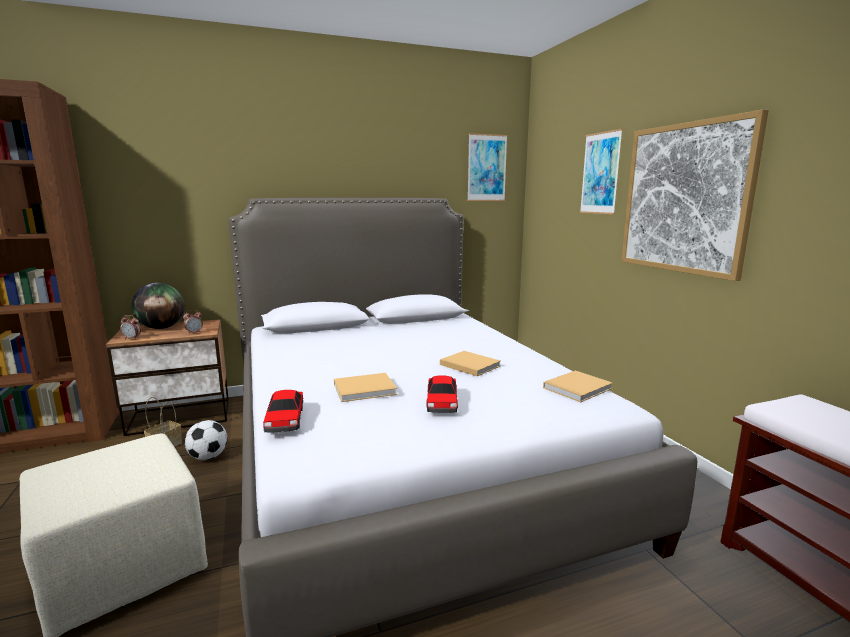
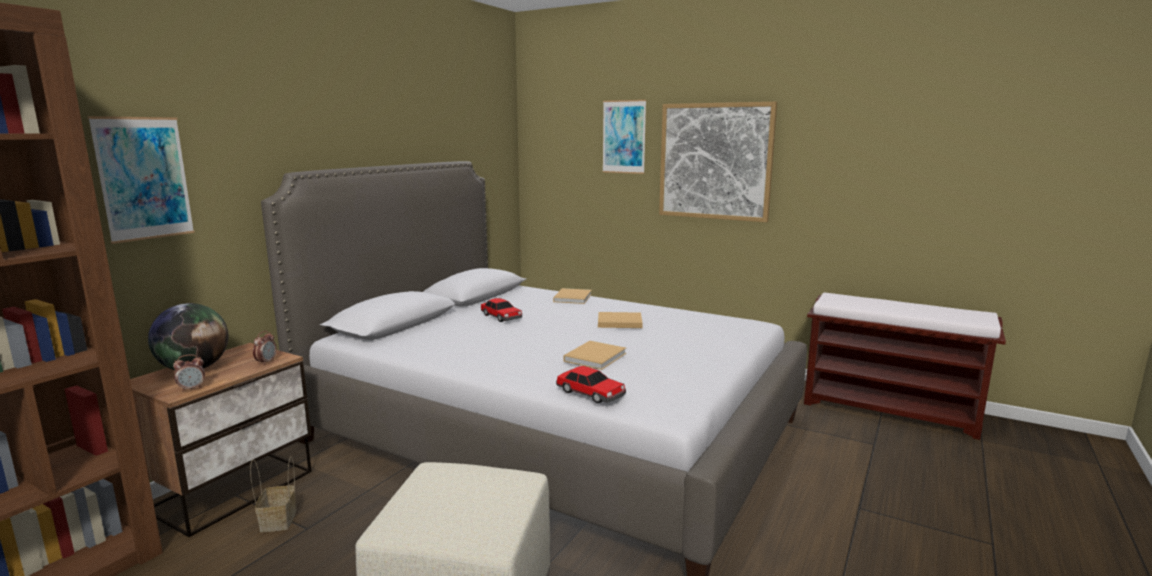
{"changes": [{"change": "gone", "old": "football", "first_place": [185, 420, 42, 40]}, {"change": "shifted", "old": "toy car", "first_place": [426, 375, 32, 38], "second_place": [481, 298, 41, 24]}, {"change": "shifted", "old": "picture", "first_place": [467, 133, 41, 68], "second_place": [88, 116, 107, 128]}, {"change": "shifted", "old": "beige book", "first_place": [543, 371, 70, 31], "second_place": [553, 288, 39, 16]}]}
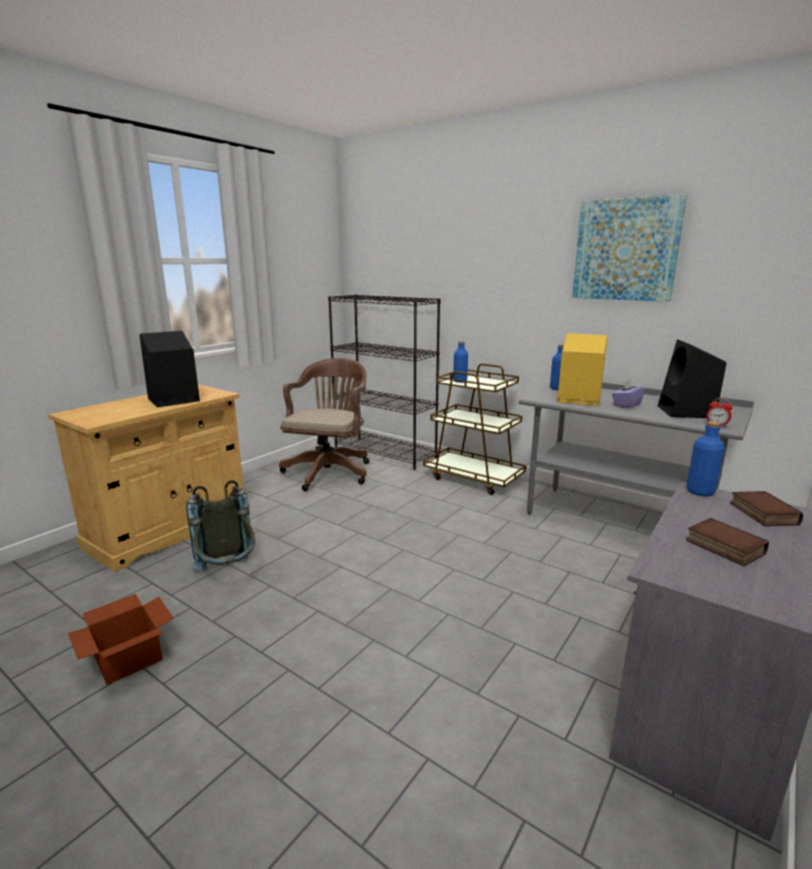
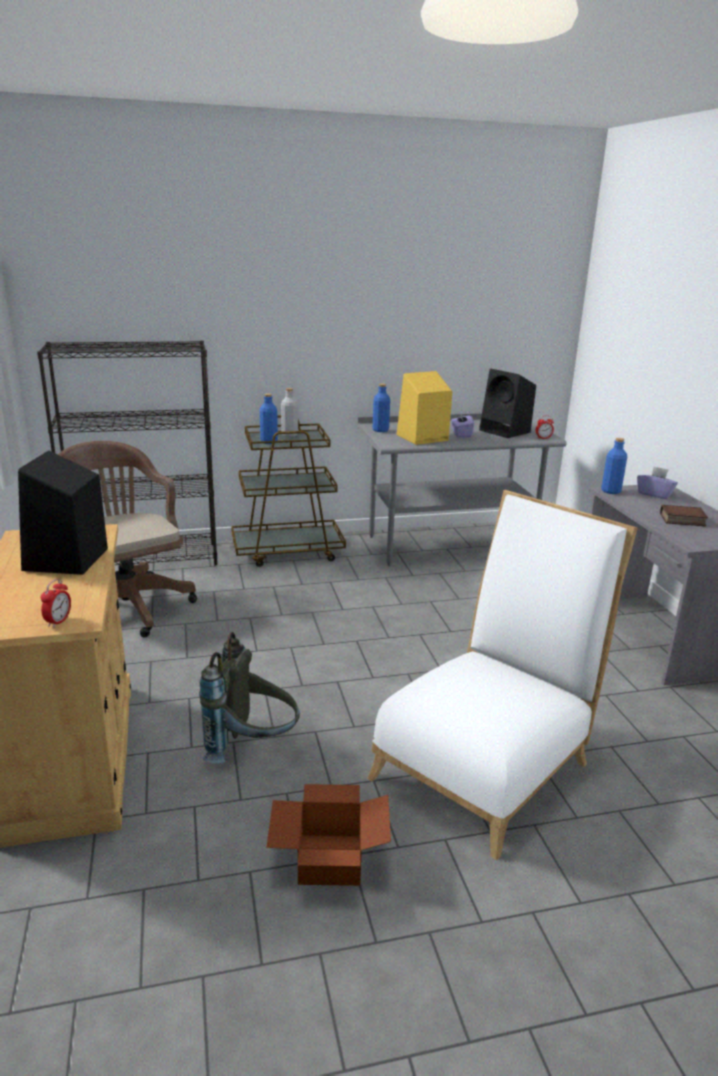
{"changes": [{"change": "gone", "old": "picture", "first_place": [572, 194, 115, 108]}, {"change": "swapped", "old": "book", "new": "purple tissue box", "first_place": [730, 491, 73, 35], "second_place": [637, 466, 41, 33]}, {"change": "new", "new": "alarm clock", "second_place": [41, 579, 30, 49]}, {"change": "new", "new": "grey bottle", "second_place": [281, 388, 17, 49]}, {"change": "new", "new": "white chair", "second_place": [367, 490, 271, 370]}]}
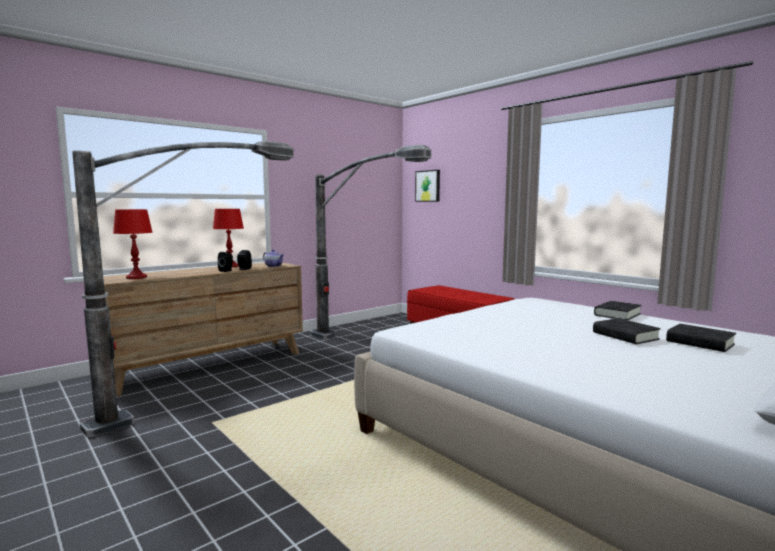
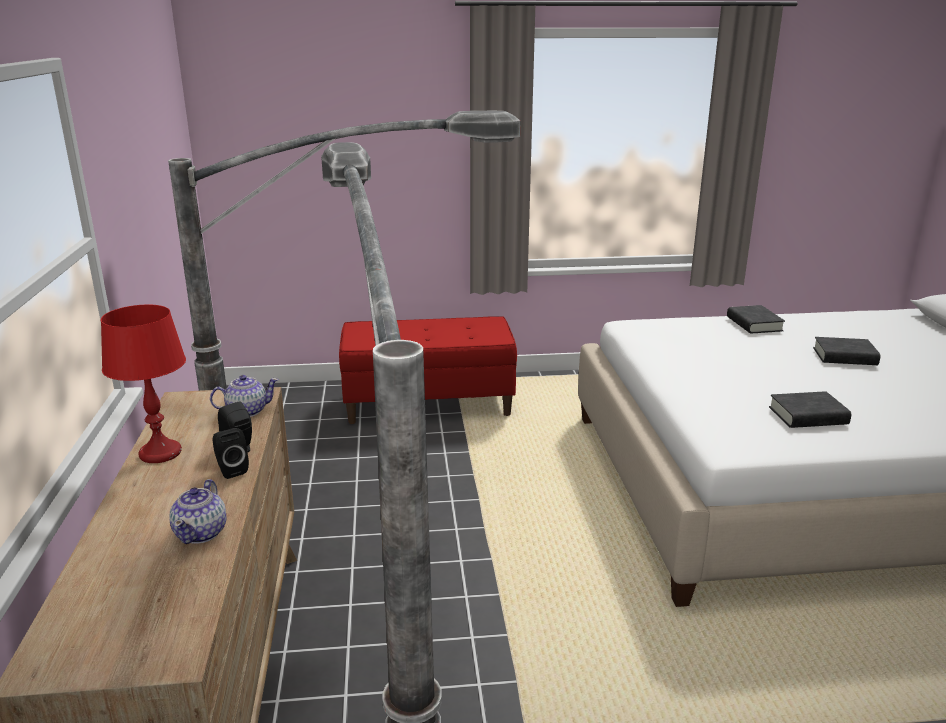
{"changes": [{"change": "gone", "old": "red table lamp", "first_place": [113, 209, 40, 70]}, {"change": "gone", "old": "picture", "first_place": [415, 170, 25, 32]}, {"change": "shifted", "old": "black book", "first_place": [666, 324, 70, 28], "second_place": [769, 391, 82, 37]}, {"change": "new", "new": "teapot", "second_place": [170, 479, 56, 65]}]}
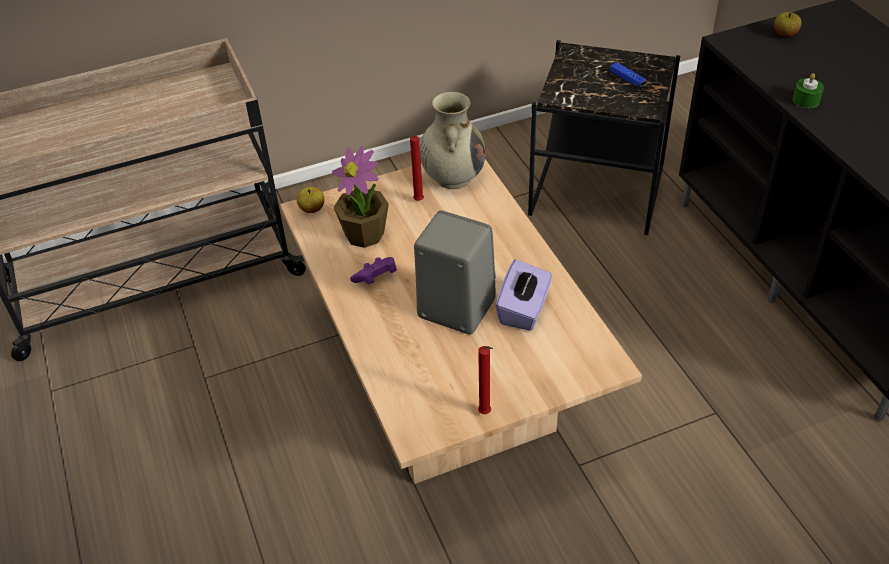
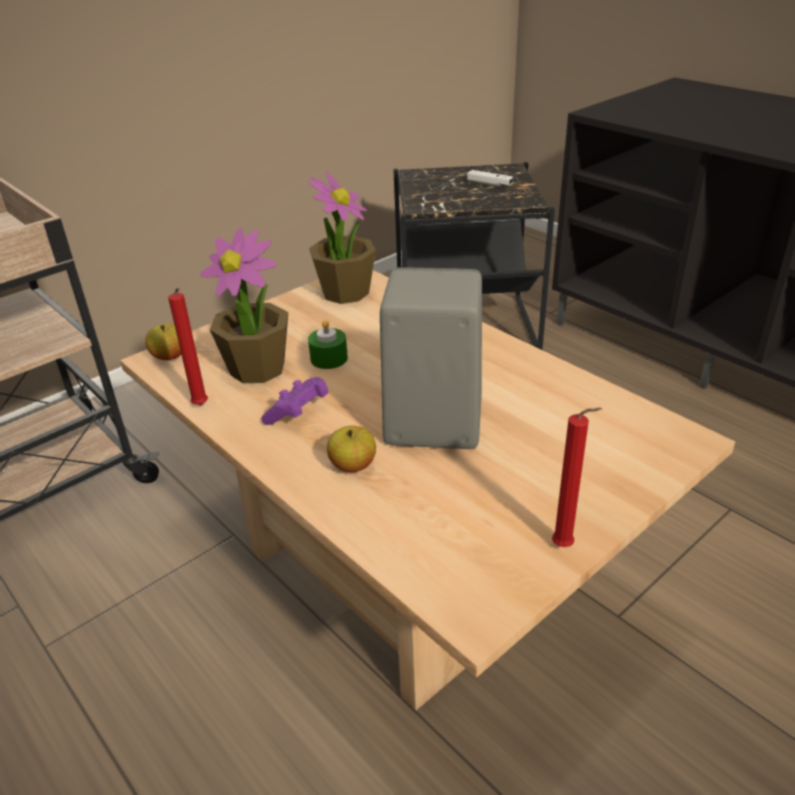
{"changes": [{"change": "shifted", "old": "red candle", "first_place": [410, 135, 14, 66], "second_place": [168, 288, 40, 118]}, {"change": "swapped", "old": "beige vase", "new": "potted plant", "first_place": [420, 92, 66, 97], "second_place": [309, 172, 67, 132]}, {"change": "gone", "old": "purple tissue box", "first_place": [495, 259, 57, 72]}, {"change": "repainted", "old": "blue game controller", "new": "white game controller", "first_place": [610, 62, 37, 25], "second_place": [467, 170, 46, 16]}, {"change": "shifted", "old": "apple", "first_place": [774, 12, 28, 25], "second_place": [327, 426, 49, 46]}, {"change": "shifted", "old": "green candle", "first_place": [792, 73, 32, 35], "second_place": [308, 319, 40, 50]}]}
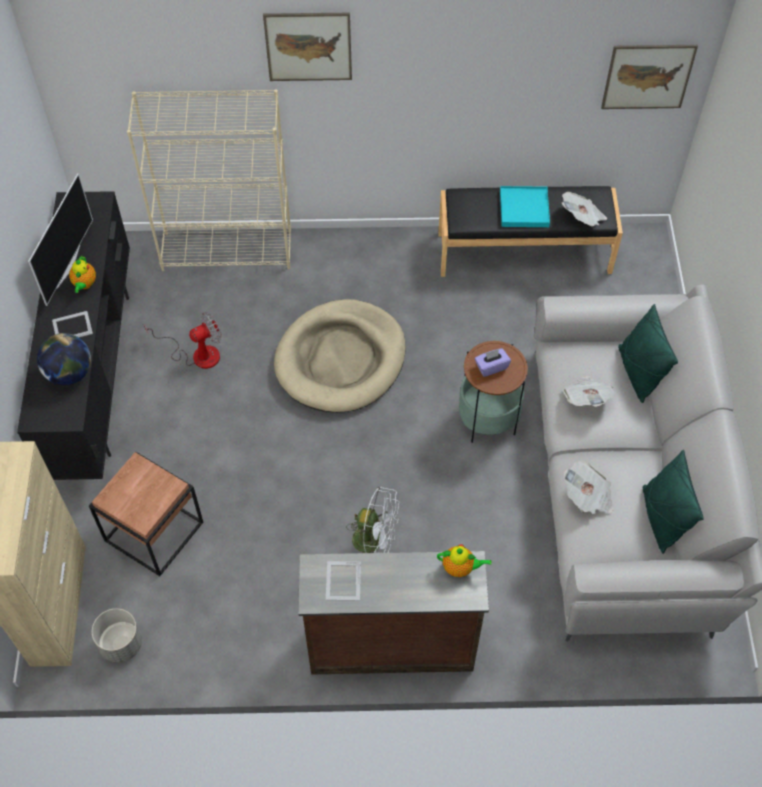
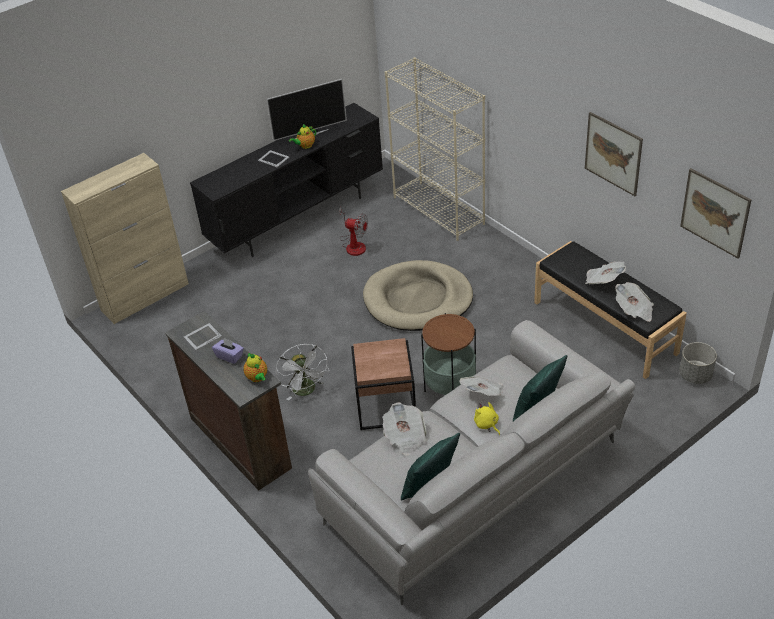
{"changes": [{"change": "gone", "old": "globe", "first_place": [37, 333, 54, 52]}, {"change": "shifted", "old": "brown side table", "first_place": [89, 452, 114, 124], "second_place": [351, 338, 65, 92]}, {"change": "shifted", "old": "grey planter", "first_place": [92, 608, 50, 55], "second_place": [679, 342, 38, 42]}, {"change": "shifted", "old": "picture", "first_place": [263, 13, 89, 68], "second_place": [585, 112, 58, 84]}, {"change": "shifted", "old": "purple tissue box", "first_place": [475, 348, 36, 29], "second_place": [212, 338, 32, 26]}, {"change": "swapped", "old": "turquoise tray", "new": "newspaper", "first_place": [500, 186, 50, 41], "second_place": [585, 262, 41, 22]}, {"change": "new", "new": "yellow plush toy", "second_place": [474, 402, 26, 33]}]}
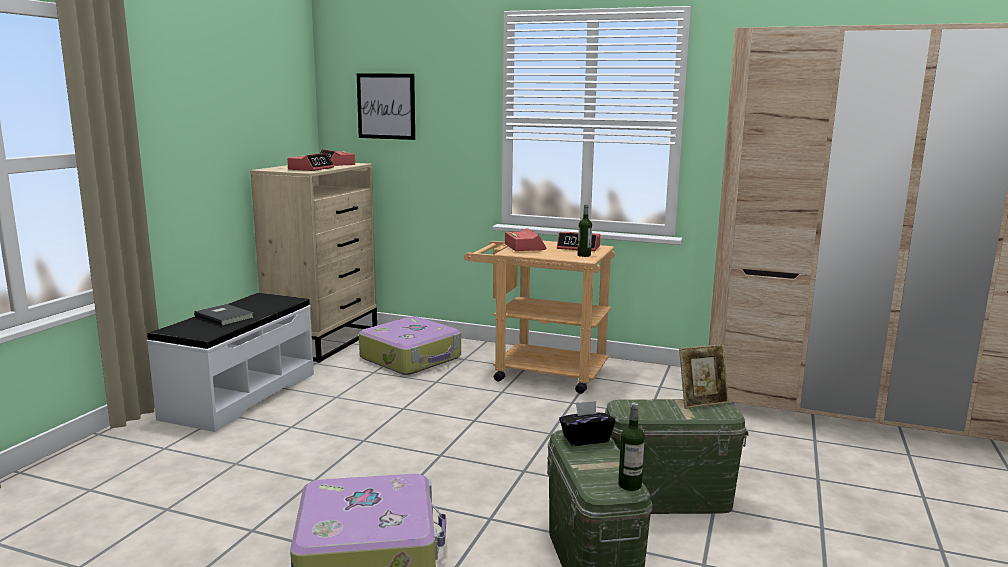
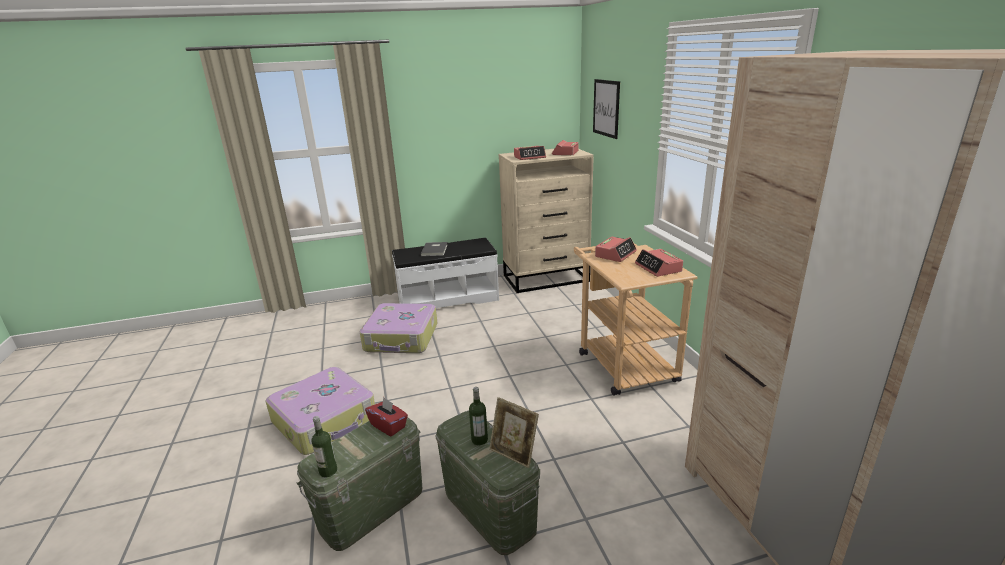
{"changes": [{"change": "shifted", "old": "suitcase", "first_place": [359, 316, 102, 59], "second_place": [360, 303, 77, 50]}, {"change": "repainted", "old": "black tissue box", "new": "red tissue box", "first_place": [559, 401, 56, 45], "second_place": [365, 397, 43, 39]}, {"change": "shifted", "old": "bottle", "first_place": [578, 205, 14, 52], "second_place": [469, 387, 19, 58]}]}
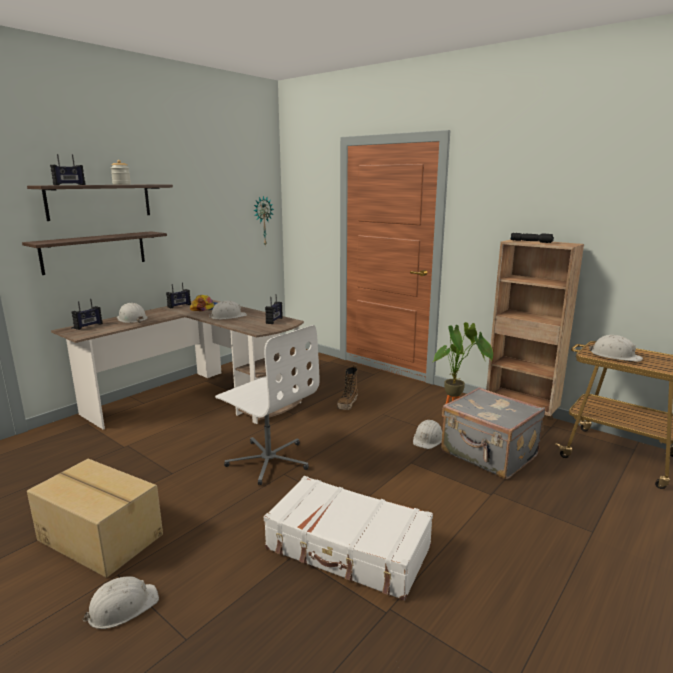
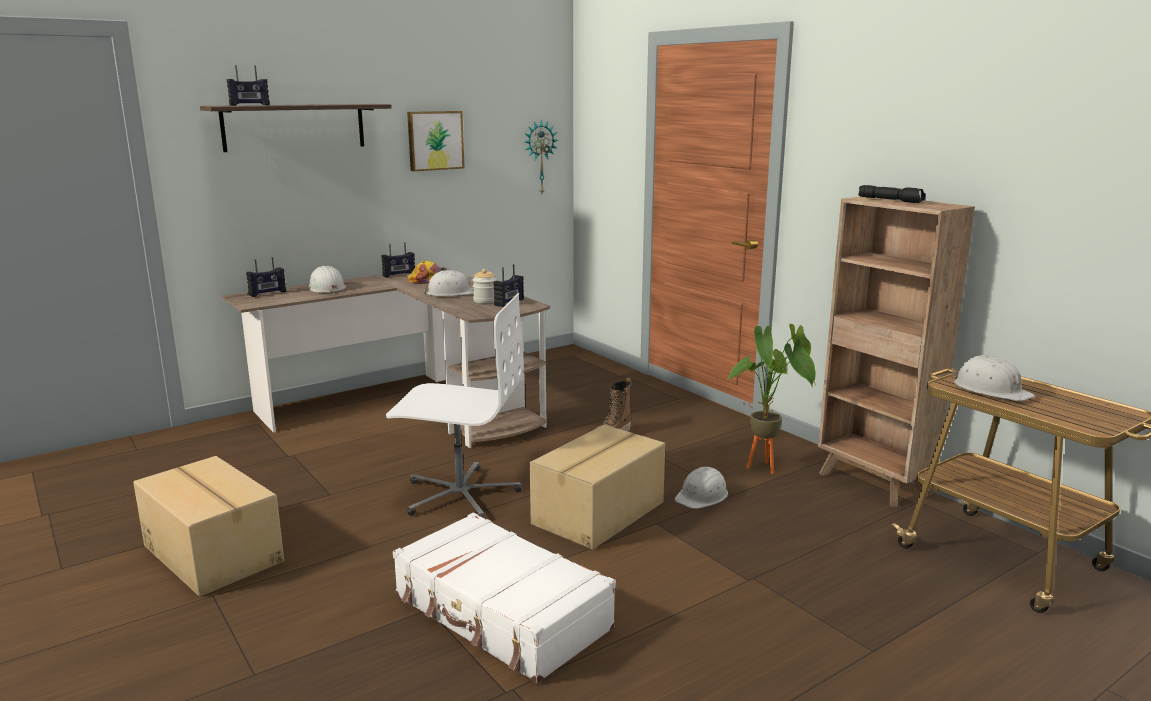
{"changes": [{"change": "gone", "old": "shelf", "first_place": [22, 231, 145, 44]}, {"change": "gone", "old": "white hard hat", "first_place": [82, 576, 77, 53]}, {"change": "shifted", "old": "jar", "first_place": [111, 160, 20, 25], "second_place": [473, 269, 24, 34]}, {"change": "rotated", "old": "white office chair", "first_place": [215, 325, 105, 160], "second_place": [386, 293, 138, 225], "degrees": -45}, {"change": "gone", "old": "grey suitcase", "first_place": [441, 387, 104, 92]}, {"change": "new", "new": "picture", "second_place": [407, 111, 58, 60]}, {"change": "new", "new": "cardboard box", "second_place": [530, 425, 135, 124]}]}
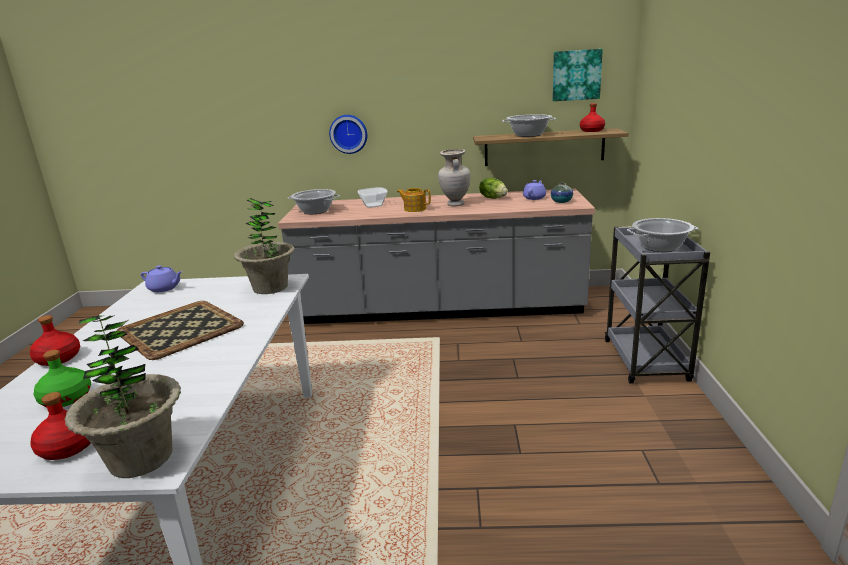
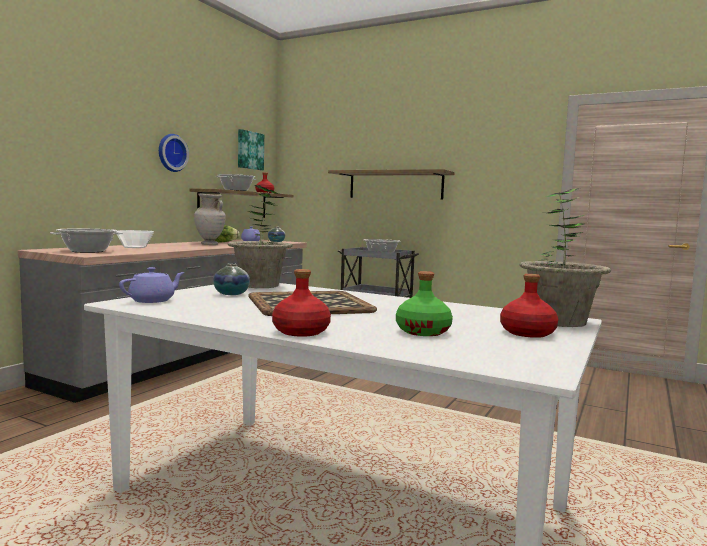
{"changes": [{"change": "shifted", "old": "wall clock", "first_place": [329, 115, 38, 39], "second_place": [159, 134, 30, 38]}, {"change": "gone", "old": "teapot", "first_place": [397, 188, 34, 24]}, {"change": "new", "new": "vase", "second_place": [213, 263, 37, 32]}, {"change": "new", "new": "shelf", "second_place": [328, 169, 126, 30]}]}
